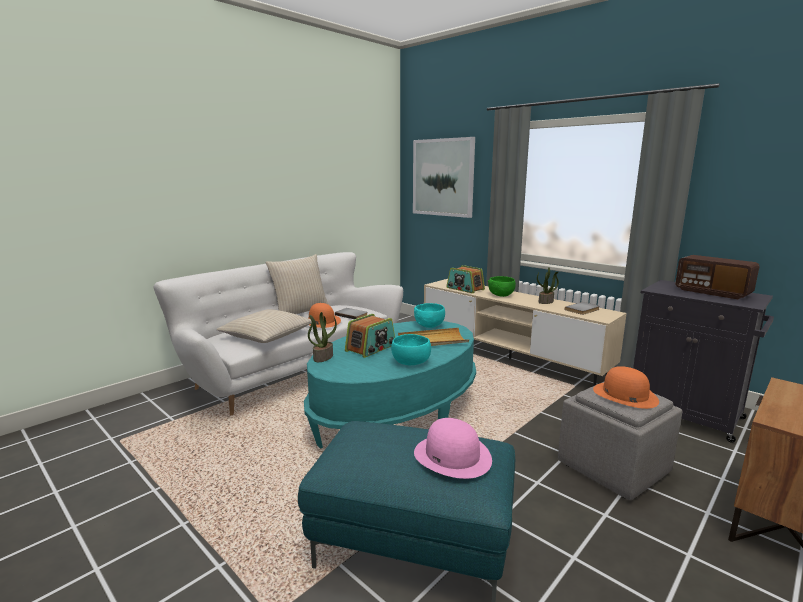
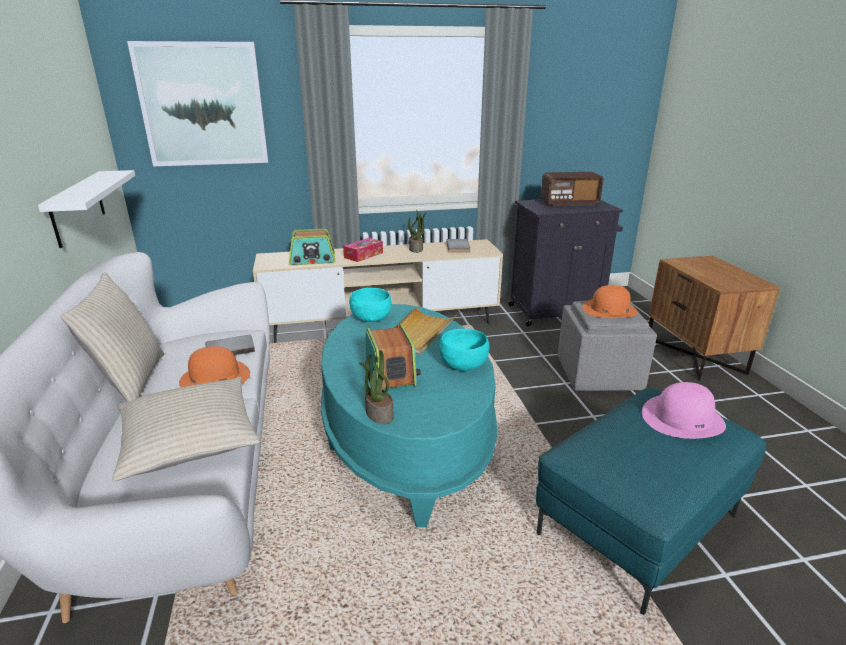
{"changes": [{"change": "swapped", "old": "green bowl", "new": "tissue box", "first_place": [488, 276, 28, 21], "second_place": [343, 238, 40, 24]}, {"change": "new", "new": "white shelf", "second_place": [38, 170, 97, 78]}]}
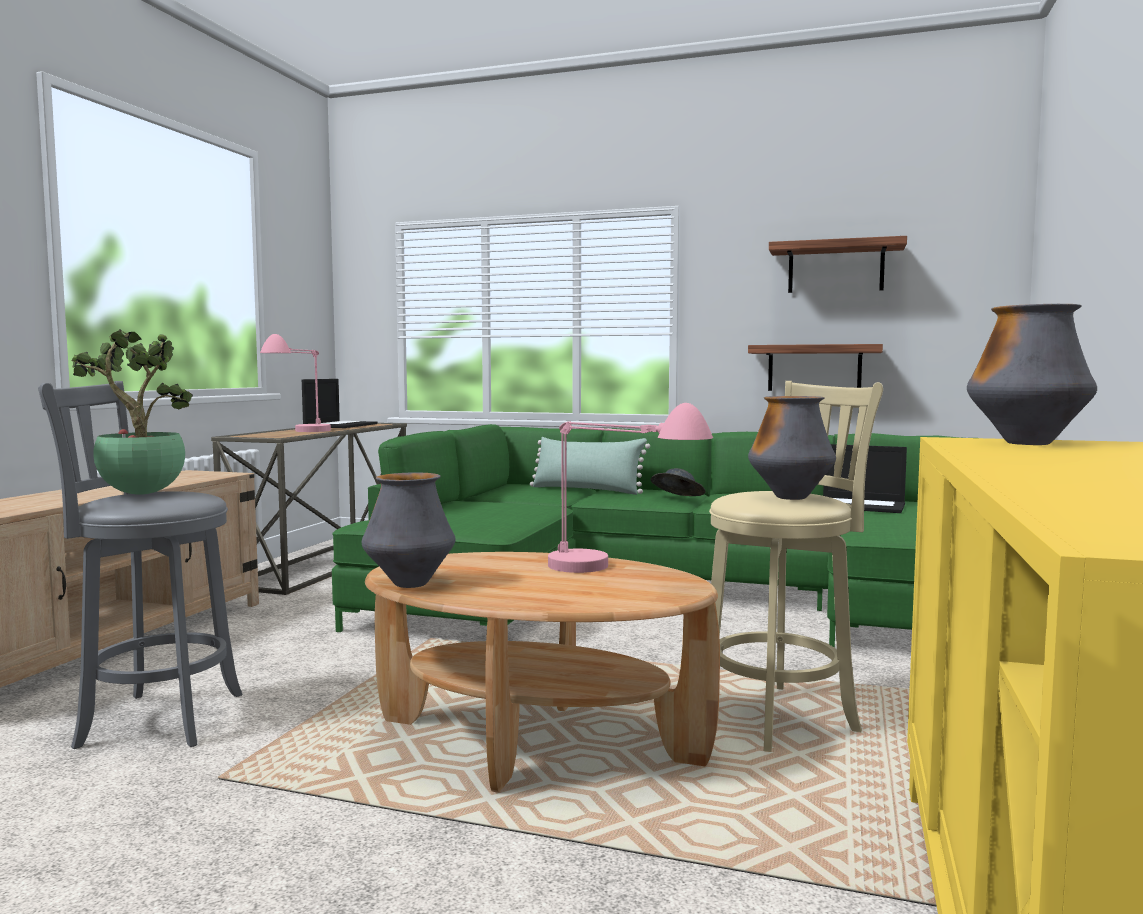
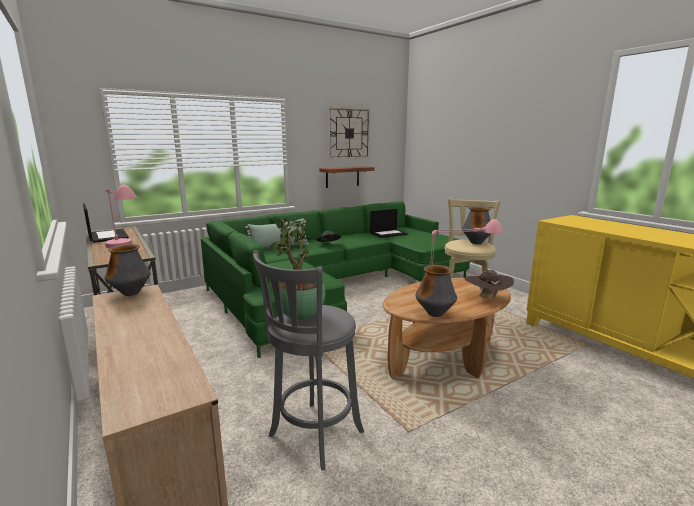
{"changes": [{"change": "swapped", "old": "shelf", "new": "wall clock", "first_place": [769, 236, 138, 57], "second_place": [327, 106, 44, 53]}, {"change": "shifted", "old": "vase", "first_place": [967, 304, 130, 141], "second_place": [105, 244, 46, 52]}, {"change": "new", "new": "brown hat", "second_place": [465, 270, 49, 30]}]}
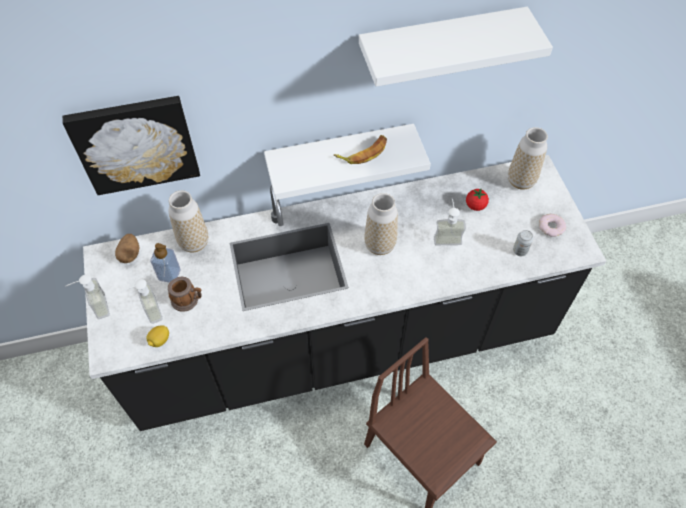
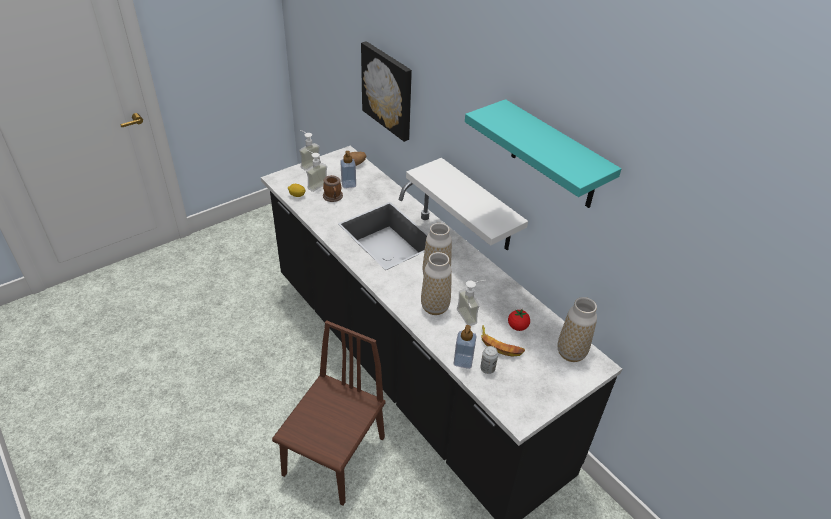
{"changes": [{"change": "shifted", "old": "vase", "first_place": [168, 191, 40, 61], "second_place": [421, 252, 31, 63]}, {"change": "shifted", "old": "banana", "first_place": [334, 135, 53, 29], "second_place": [481, 325, 44, 32]}, {"change": "repainted", "old": "white shelf", "new": "turquoise shelf", "first_place": [359, 7, 194, 80], "second_place": [465, 99, 156, 109]}, {"change": "gone", "old": "donut", "first_place": [539, 214, 27, 23]}, {"change": "new", "new": "soap dispenser", "second_place": [454, 325, 23, 44]}]}
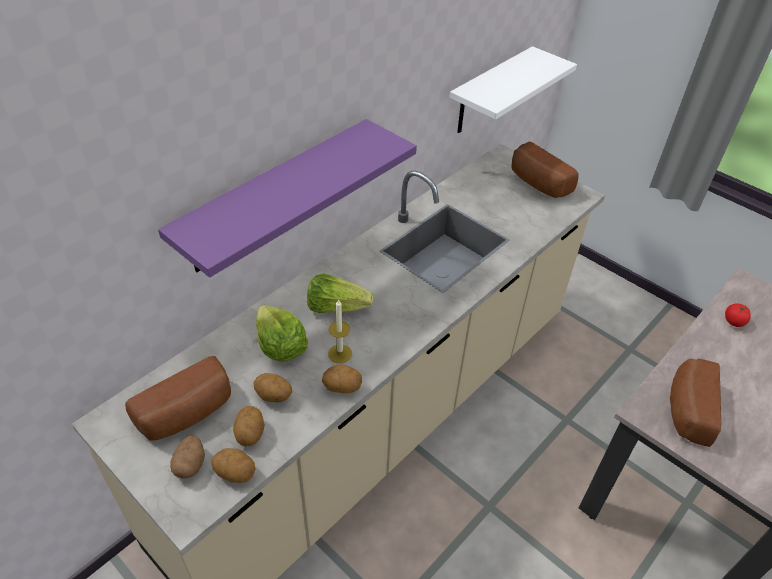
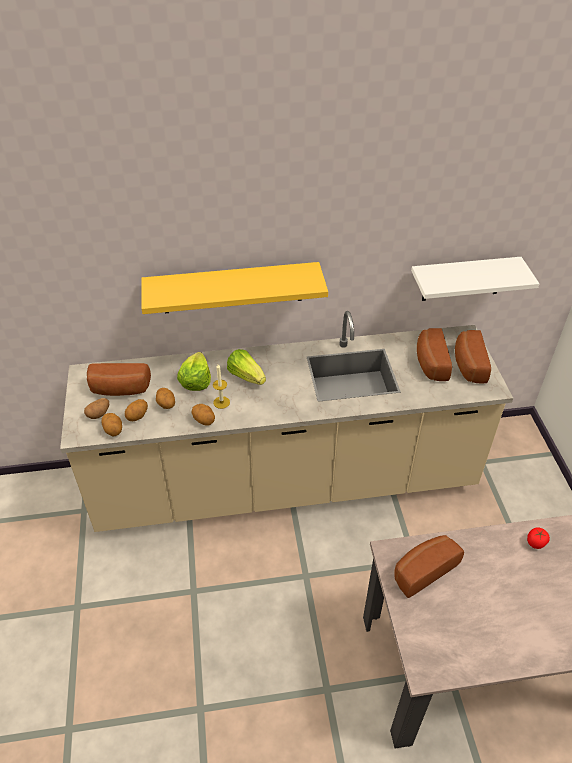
{"changes": [{"change": "repainted", "old": "purple shelf", "new": "yellow shelf", "first_place": [158, 119, 259, 159], "second_place": [141, 262, 187, 52]}, {"change": "new", "new": "bread", "second_place": [417, 328, 35, 53]}]}
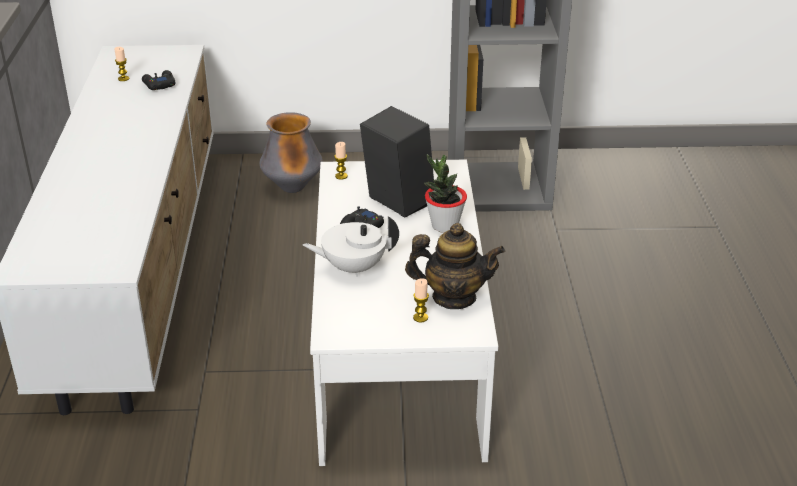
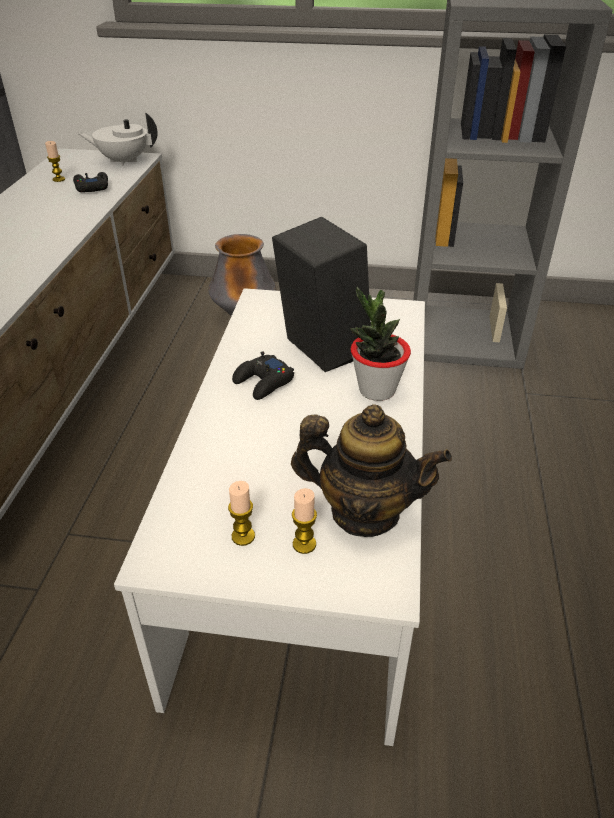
{"changes": [{"change": "shifted", "old": "white teapot", "first_place": [303, 216, 96, 61], "second_place": [77, 113, 81, 53]}, {"change": "shifted", "old": "candle", "first_place": [334, 142, 14, 38], "second_place": [228, 481, 27, 65]}]}
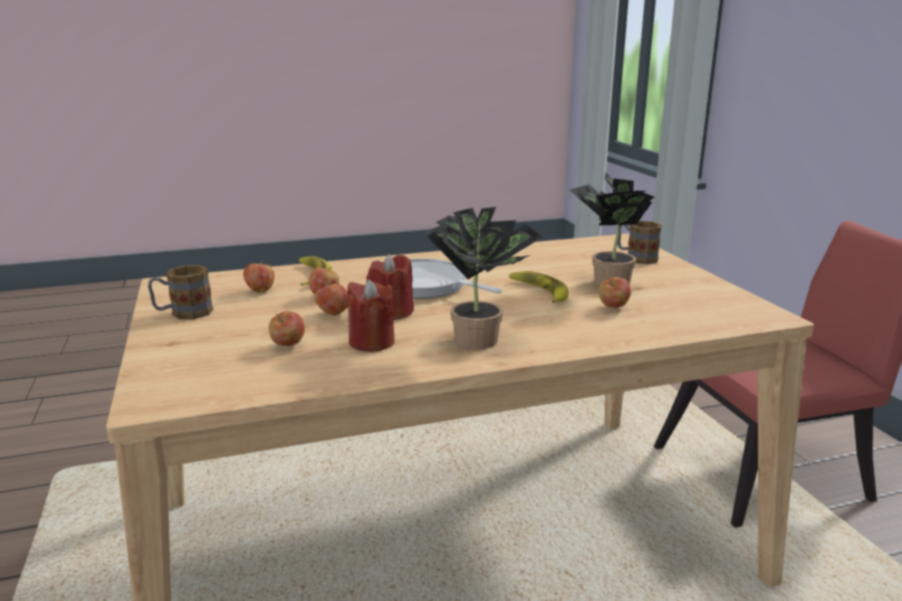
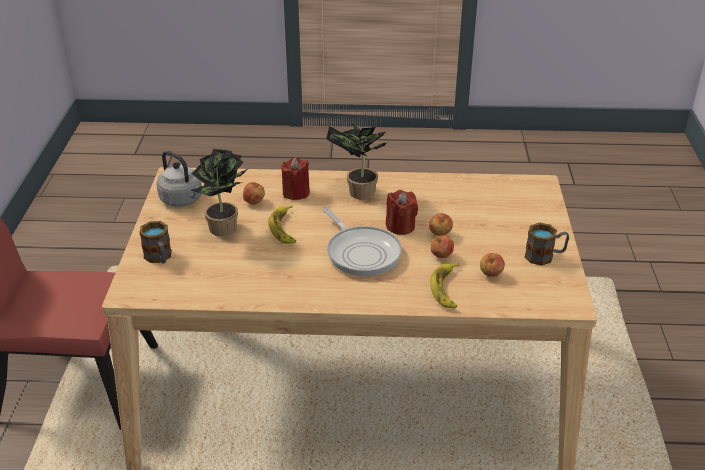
{"changes": [{"change": "gone", "old": "apple", "first_place": [268, 311, 37, 35]}, {"change": "shifted", "old": "red candle", "first_place": [347, 279, 48, 73], "second_place": [281, 157, 29, 43]}, {"change": "new", "new": "grey kettle", "second_place": [157, 151, 45, 56]}]}
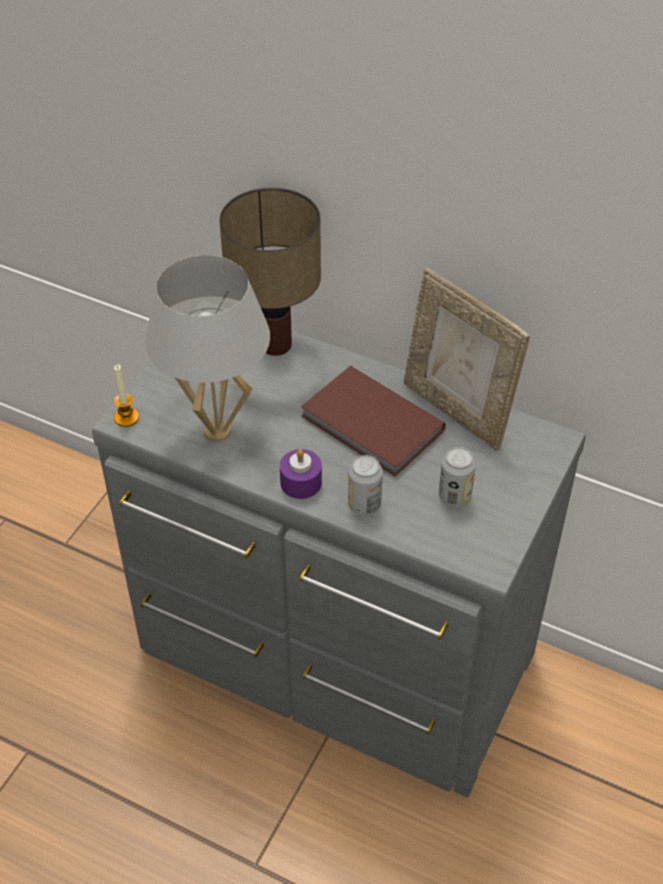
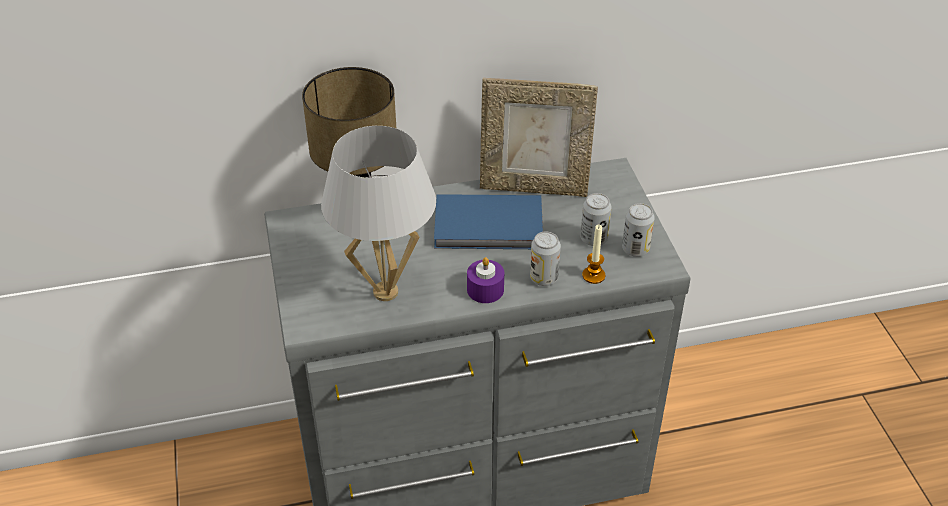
{"changes": [{"change": "shifted", "old": "candle", "first_place": [114, 364, 25, 63], "second_place": [582, 224, 23, 60]}, {"change": "repainted", "old": "brown book", "new": "blue book", "first_place": [301, 366, 145, 111], "second_place": [434, 194, 109, 55]}, {"change": "new", "new": "can", "second_place": [622, 203, 33, 54]}]}
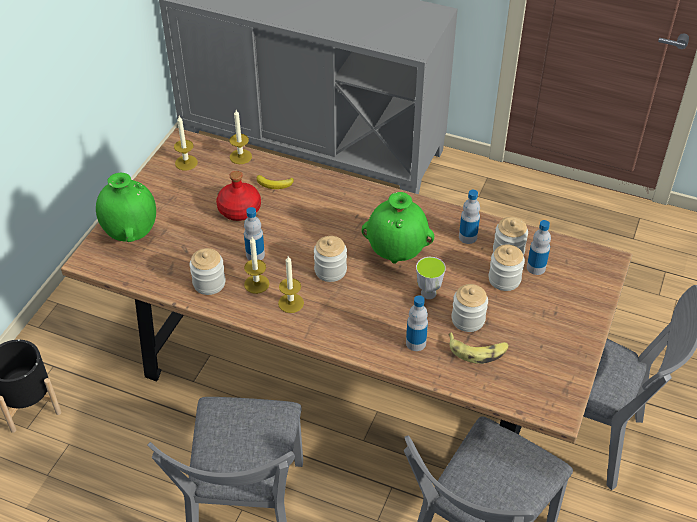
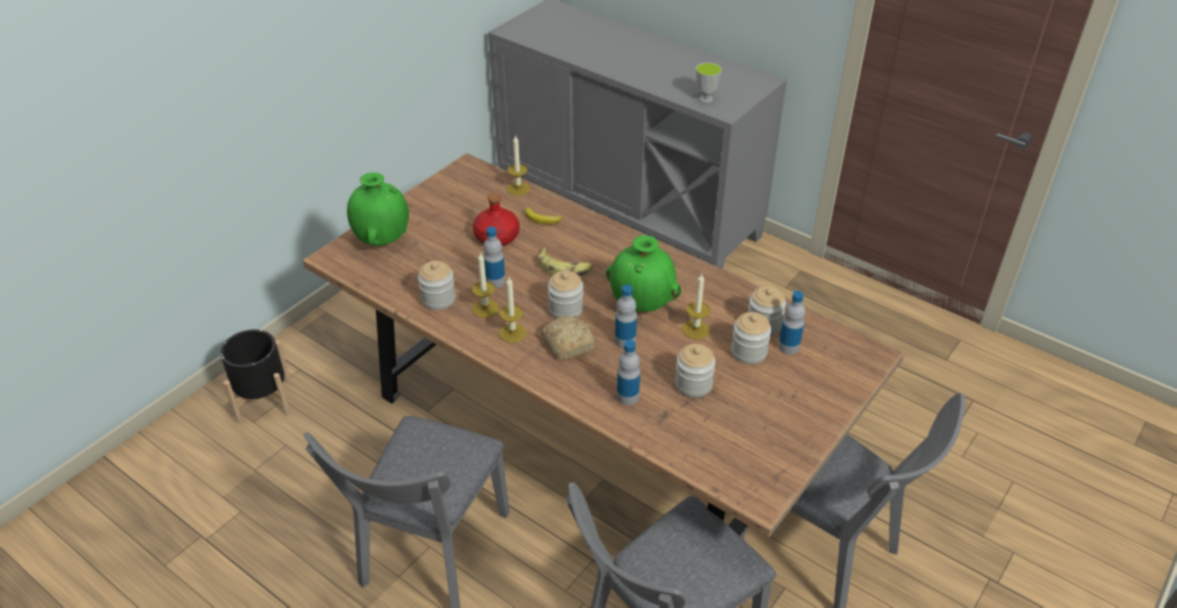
{"changes": [{"change": "shifted", "old": "candle", "first_place": [174, 116, 24, 54], "second_place": [682, 274, 28, 65]}, {"change": "shifted", "old": "cup", "first_place": [416, 257, 30, 42], "second_place": [696, 63, 26, 40]}, {"change": "shifted", "old": "banana", "first_place": [448, 332, 61, 32], "second_place": [538, 248, 55, 28]}, {"change": "shifted", "old": "bottle", "first_place": [459, 190, 21, 54], "second_place": [615, 285, 22, 63]}, {"change": "new", "new": "bread", "second_place": [541, 315, 54, 45]}]}
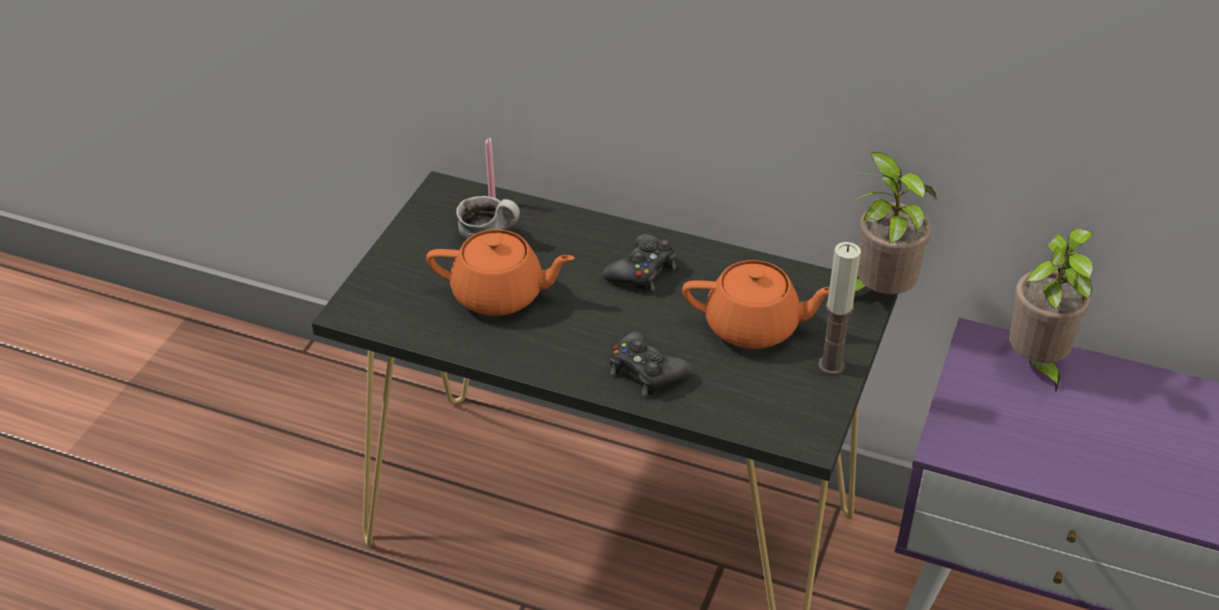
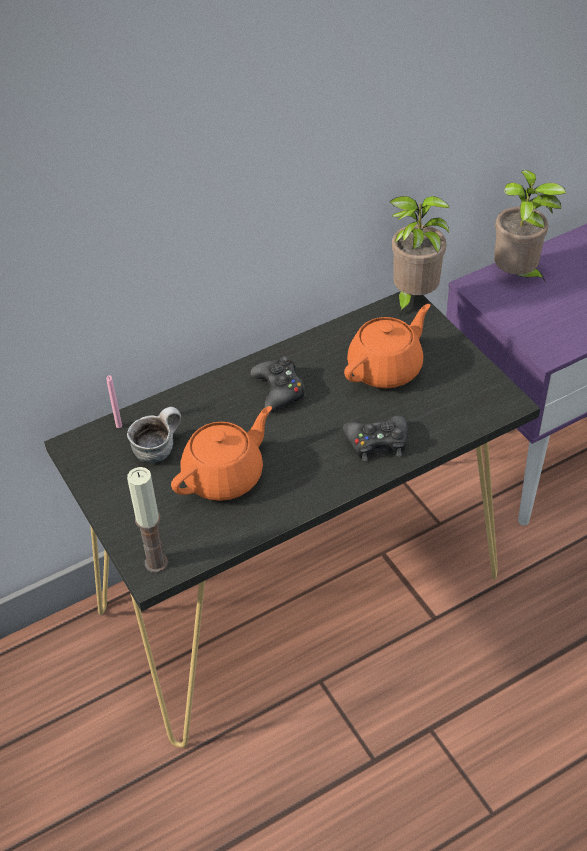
{"changes": [{"change": "shifted", "old": "candle", "first_place": [818, 242, 43, 133], "second_place": [127, 467, 41, 106]}]}
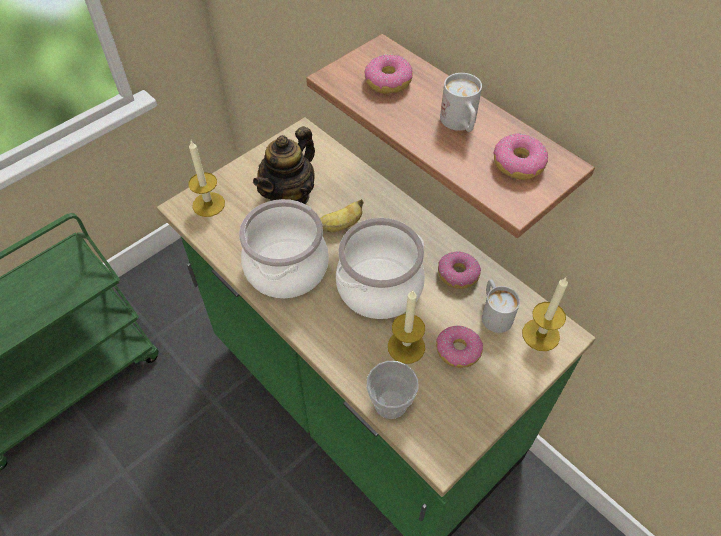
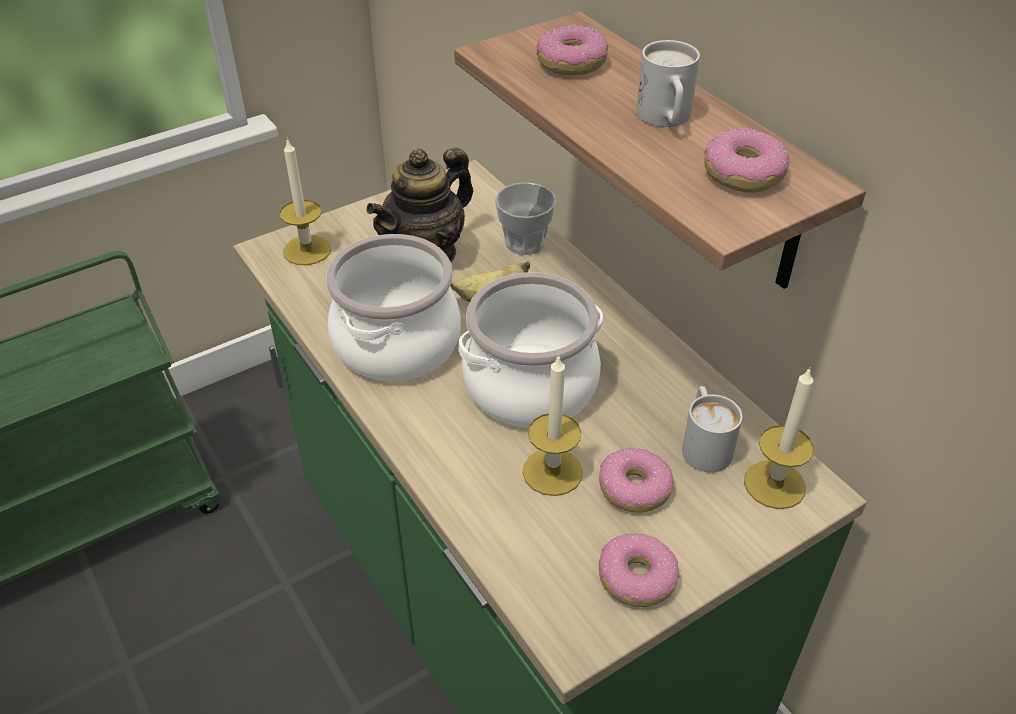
{"changes": [{"change": "shifted", "old": "cup", "first_place": [367, 361, 51, 58], "second_place": [495, 182, 61, 73]}, {"change": "shifted", "old": "donut", "first_place": [438, 251, 43, 38], "second_place": [599, 533, 81, 74]}]}
